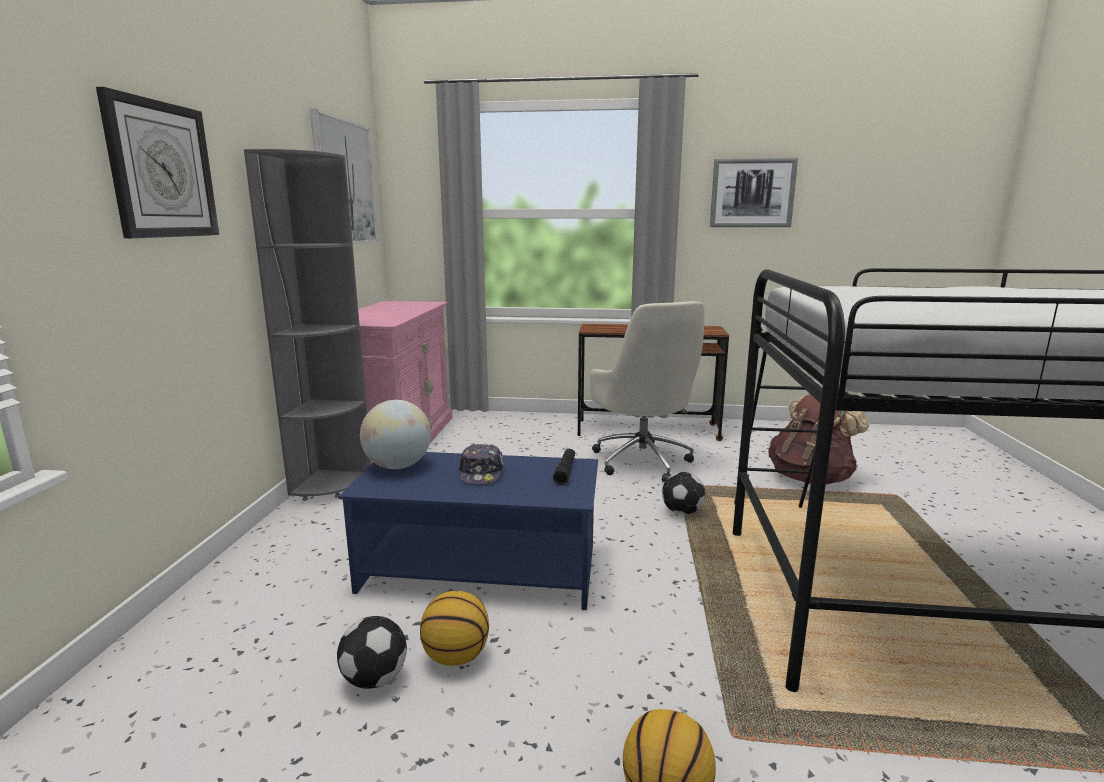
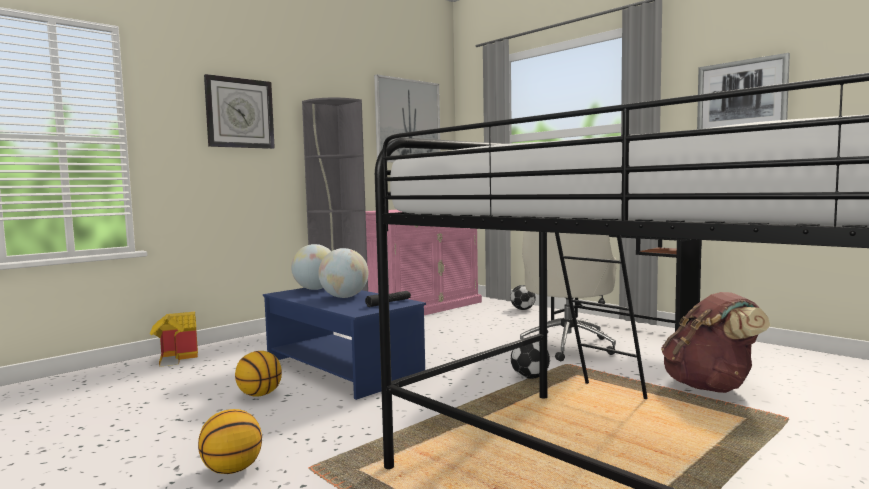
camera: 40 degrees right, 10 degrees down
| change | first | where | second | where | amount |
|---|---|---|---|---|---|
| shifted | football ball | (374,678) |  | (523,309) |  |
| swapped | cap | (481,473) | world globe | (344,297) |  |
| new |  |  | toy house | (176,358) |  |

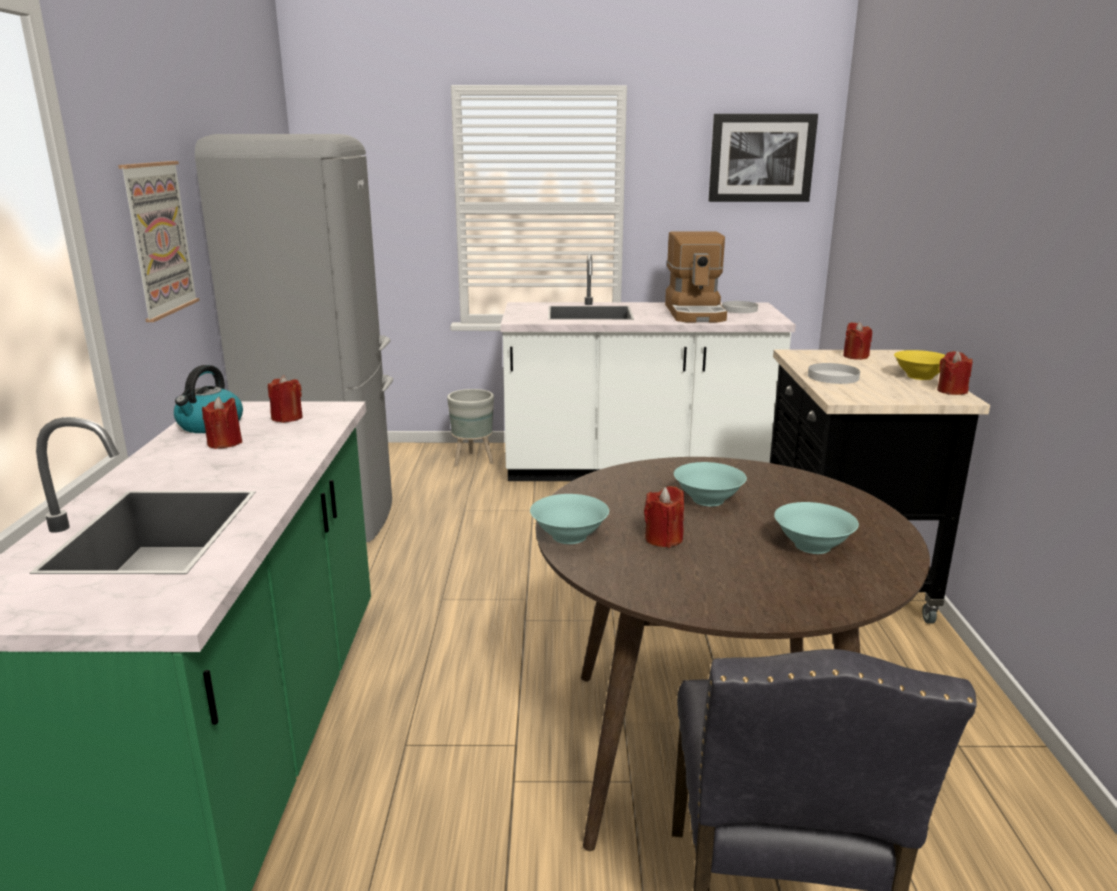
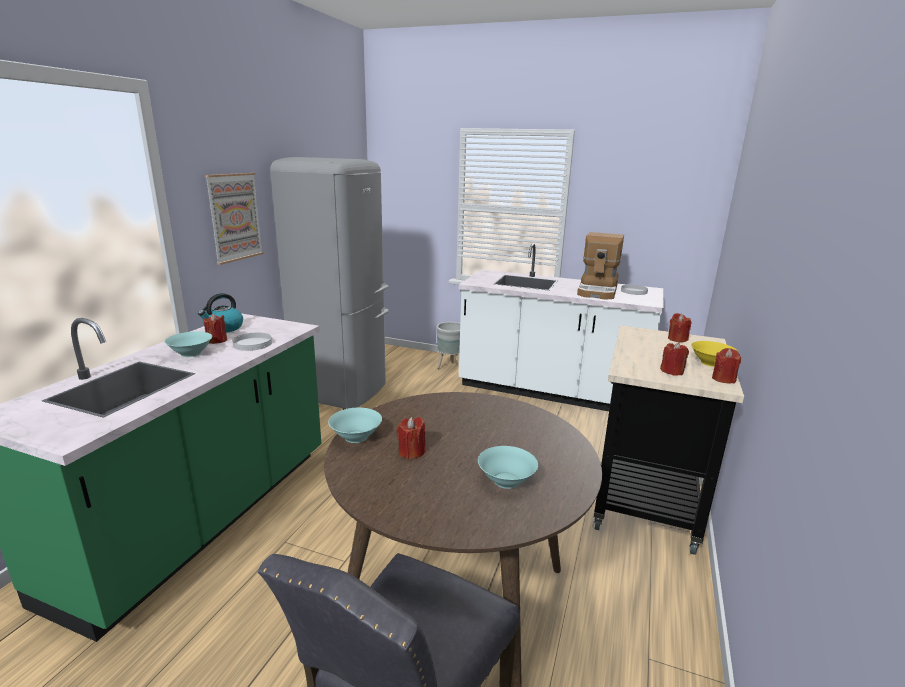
camera: 20 degrees right, 0 degrees up
| change | first | where | second | where | amount |
|---|---|---|---|---|---|
| shifted | wax light (reddish) | (287,418) |  | (672,371) |  |
| shifted | bowl (turquoise) | (708,499) |  | (191,353) |  |
| gone | wall picture | (761,158) |  |  |  |
| shifted | dinner plate (white) | (833,377) |  | (252,344) |  |

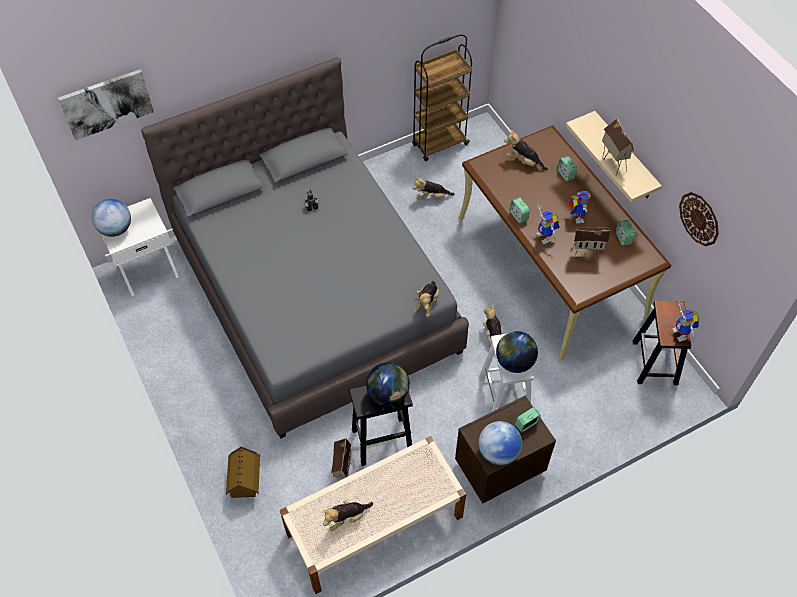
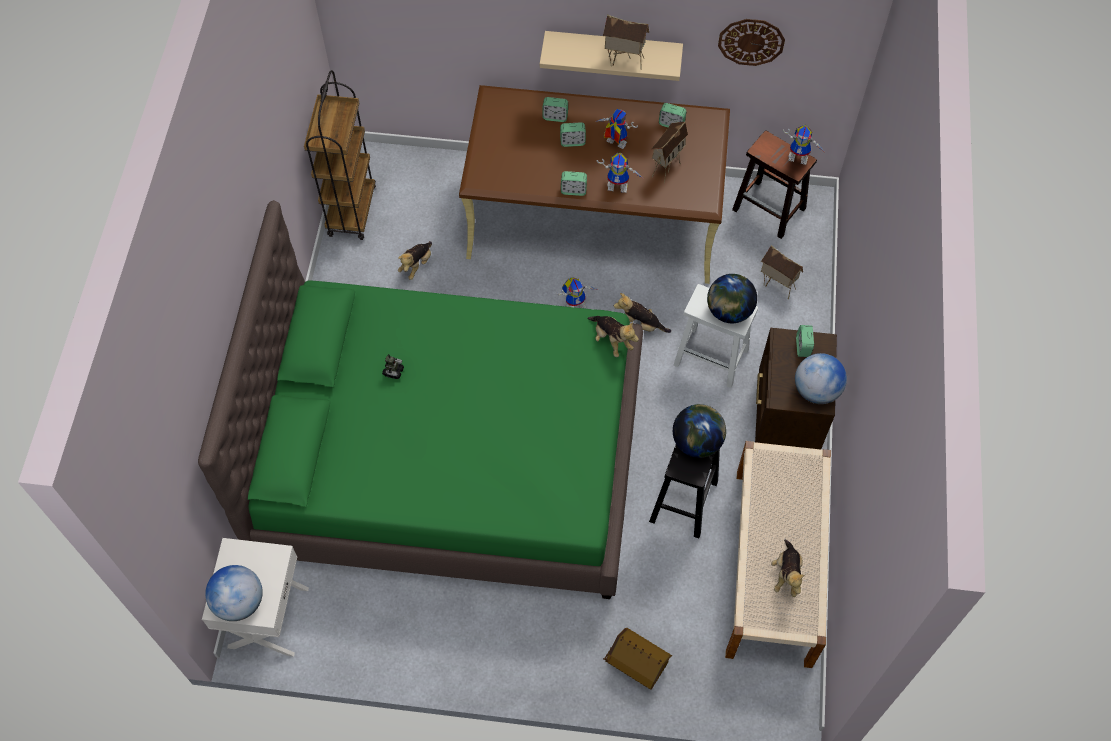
camera: 55 degrees left, 5 degrees up
| change | first | where | second | where | amount |
|---|---|---|---|---|---|
| gone | wall picture | (106,103) |  |  |  |
| repainted | bed (greyish) | (315,293) | bed (green-coloured) | (450,456) |  |
| shifted | toy house | (342,473) |  | (776,286) |  |
| gone | plush toy | (524,161) |  |  |  |
| new |  |  | model robot | (576,304) |  |
| new |  |  | alarm clock | (572,141) |  |

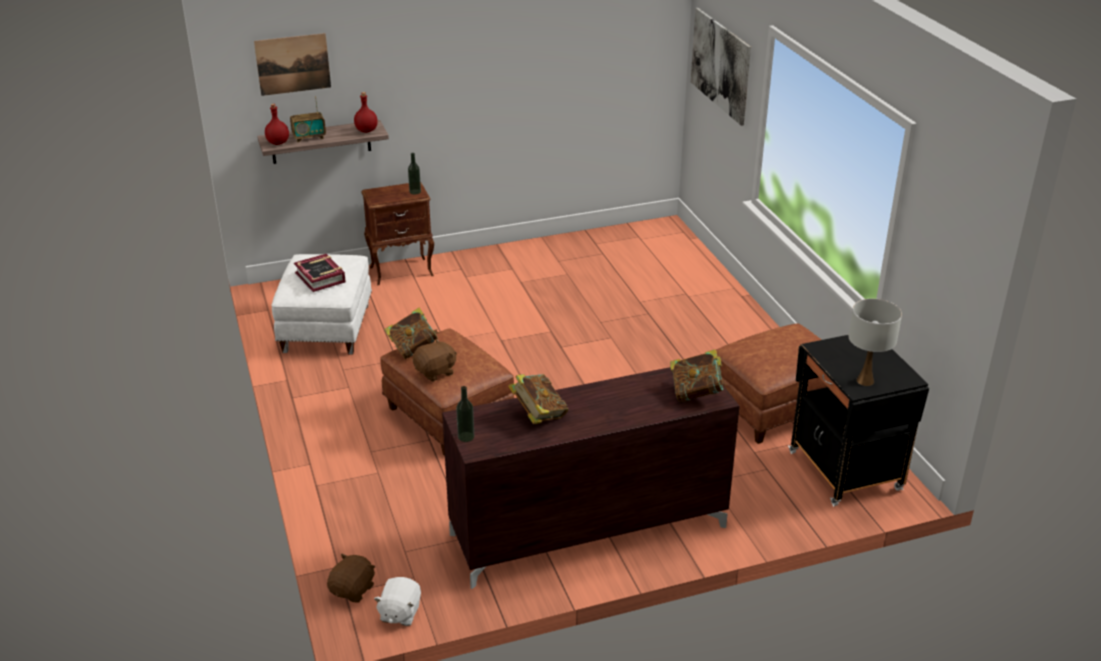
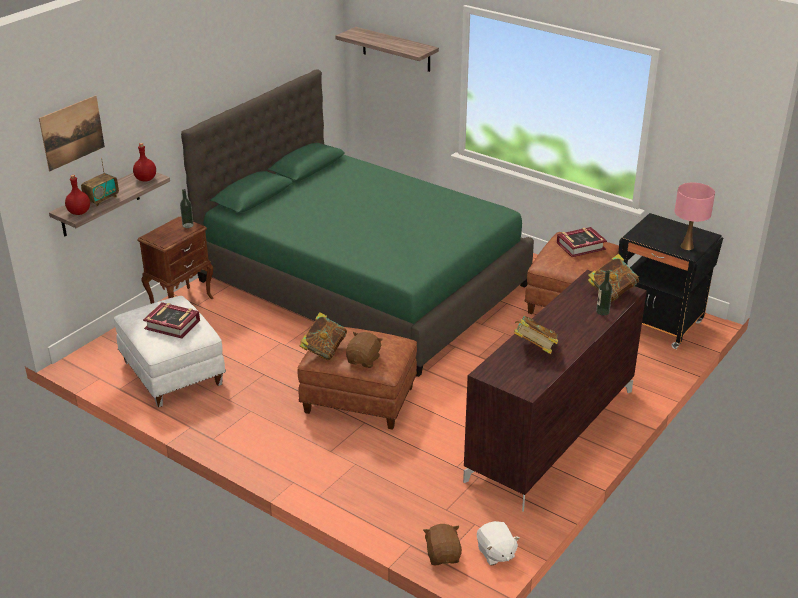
camera: 35 degrees left, 0 degrees up
| change | first | where | second | where | amount |
|---|---|---|---|---|---|
| shifted | drink bottle | (466,436) |  | (602,312) |  |
| swapped | wall picture | (720,65) | bracket shelf | (396,49) |  |
| repainted | table lamp (white) | (865,380) | table lamp (pink) | (687,246) |  |
| new |  |  | bed (green-coloured) | (362,282) |  |
| new |  |  | bound book | (580,246) |  |

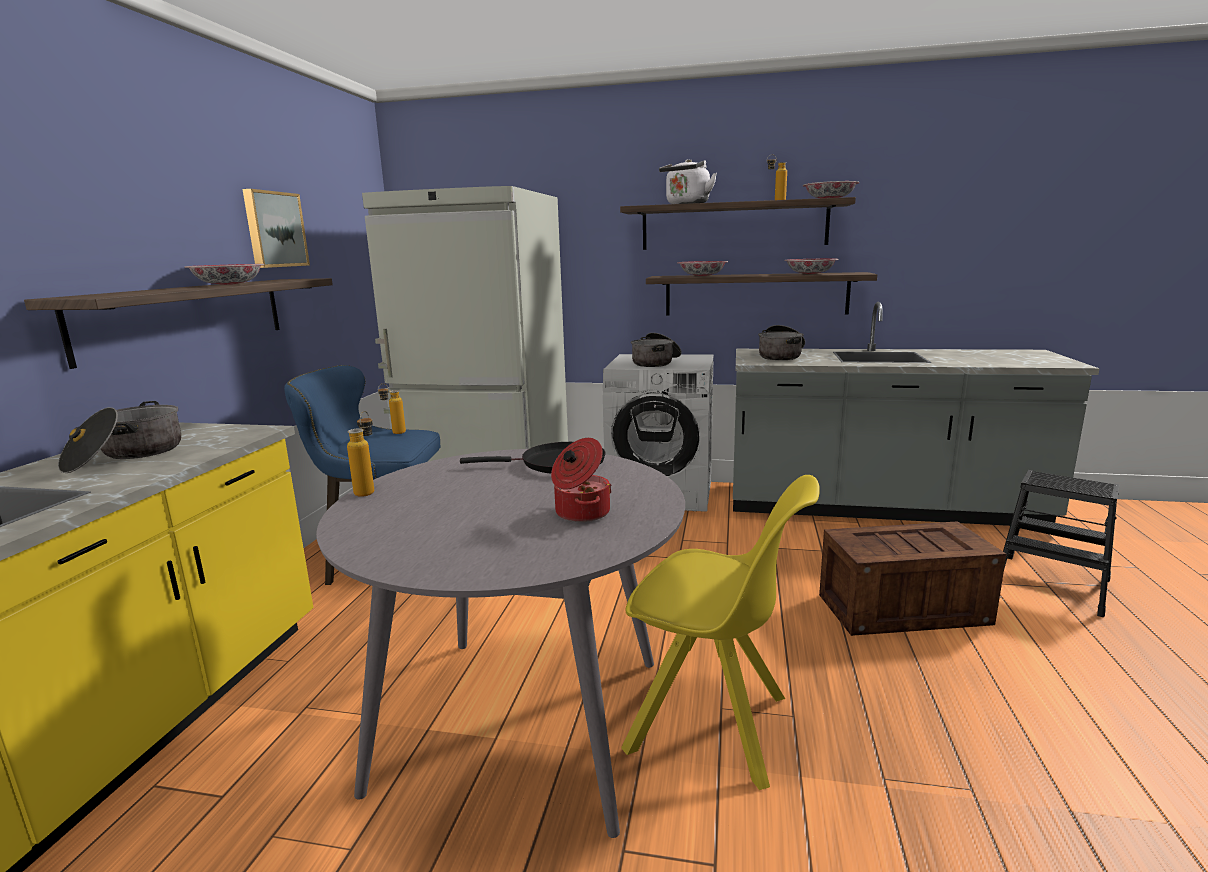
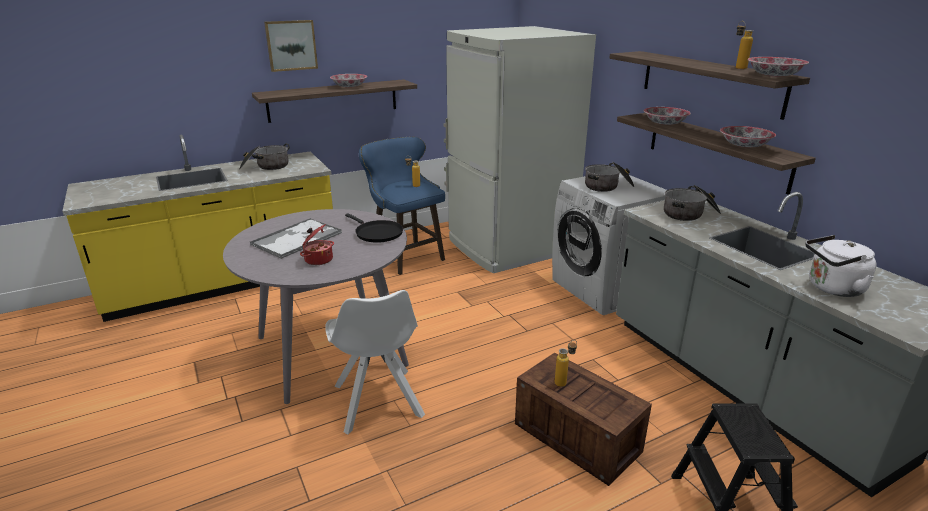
camera: 50 degrees right, 10 degrees up
| change | first | where | second | where | amount |
|---|---|---|---|---|---|
| shifted | wall picture | (274,229) |  | (291,45) |  |
| shifted | drink bottle | (368,490) |  | (564,382) |  |
| repainted | plain chair (yellow-coloured) | (711,724) | plain chair (white) | (378,402) |  |
| shifted | water kettle (white) | (686,204) |  | (832,288) |  |
| new |  |  | tray | (298,238) |  |

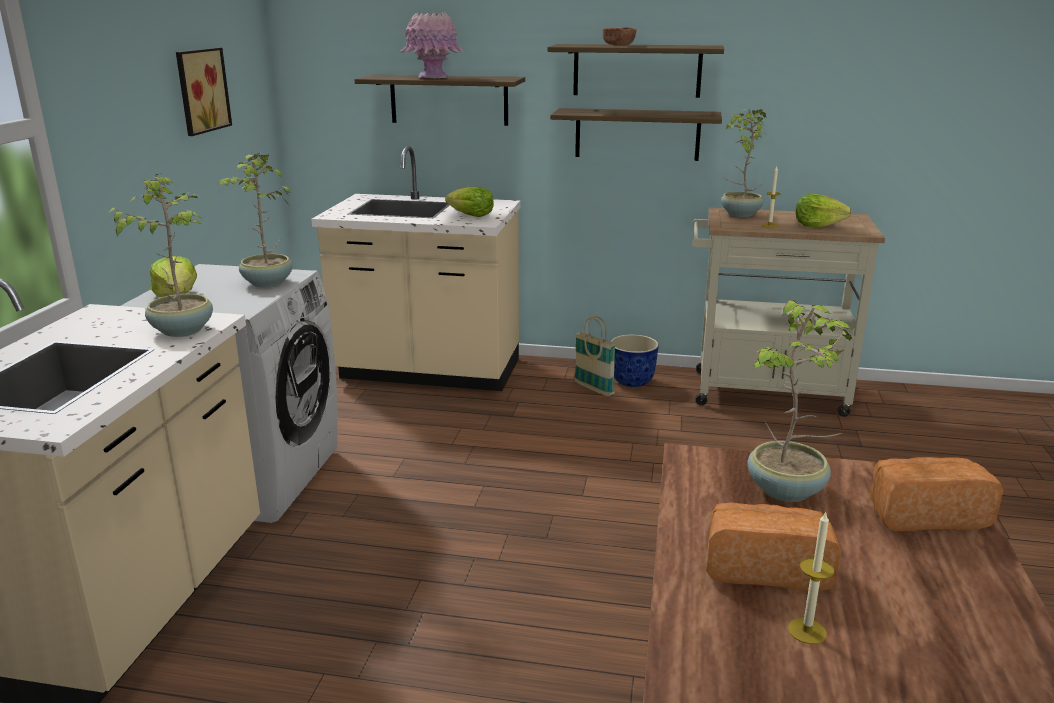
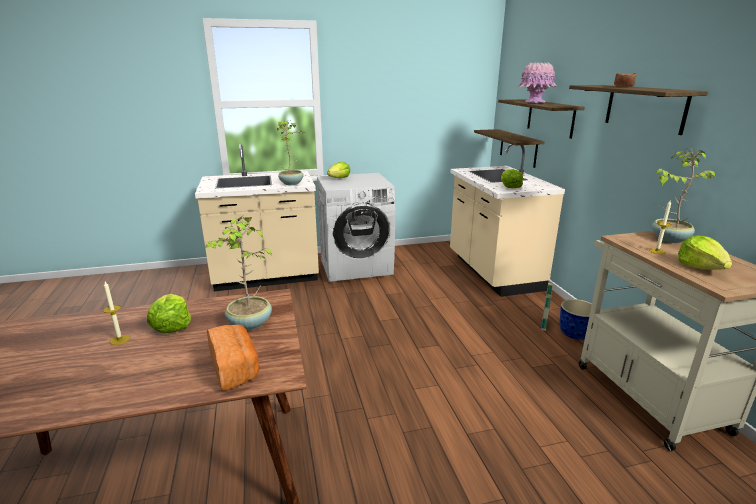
camera: 65 degrees right, 0 degrees up
| change | first | where | second | where | amount |
|---|---|---|---|---|---|
| gone | wall picture | (200,90) |  |  |  |
| gone | potted plant | (267,283) |  |  |  |
| shifted | bracket shelf | (637,134) |  | (518,147) |  |
| swapped | bakery bread | (765,567) | lettuce head | (171,325) |  |

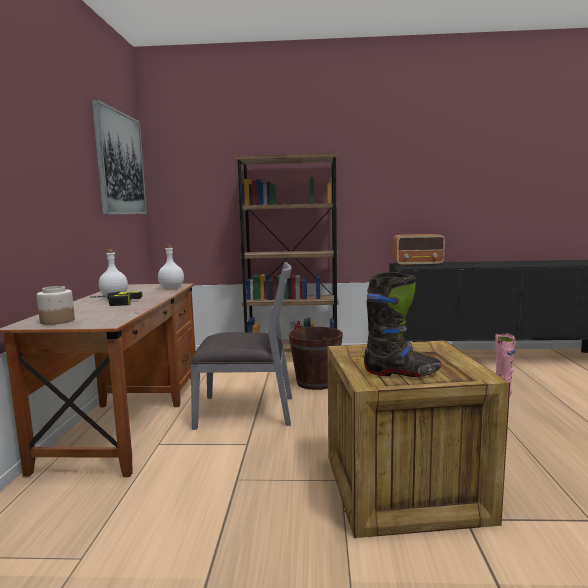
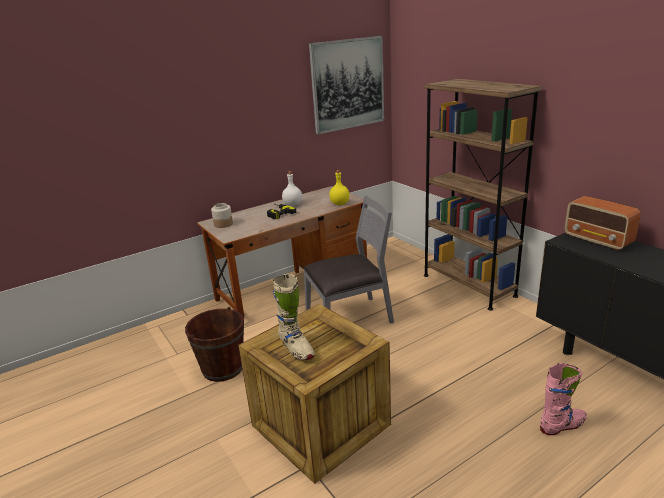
camera: 55 degrees right, 15 degrees up
| change | first | where | second | where | amount |
|---|---|---|---|---|---|
| repainted | drink bottle (white) | (171,288) | drink bottle (yellow-coloured) | (340,203) |  |
| rotated | plain chair (greyish) | (246,411) |  | (350,318) | 75 degrees counterclockwise |
| shifted | pail (brown) | (316,382) |  | (223,368) |  |
| repainted | boot (blackish) | (402,373) | boot (beige) | (296,349) |  |

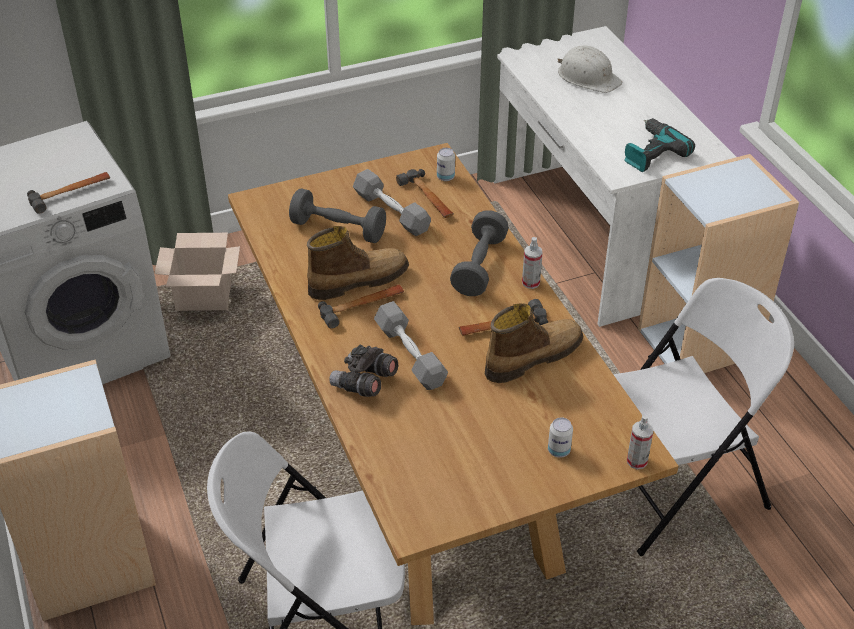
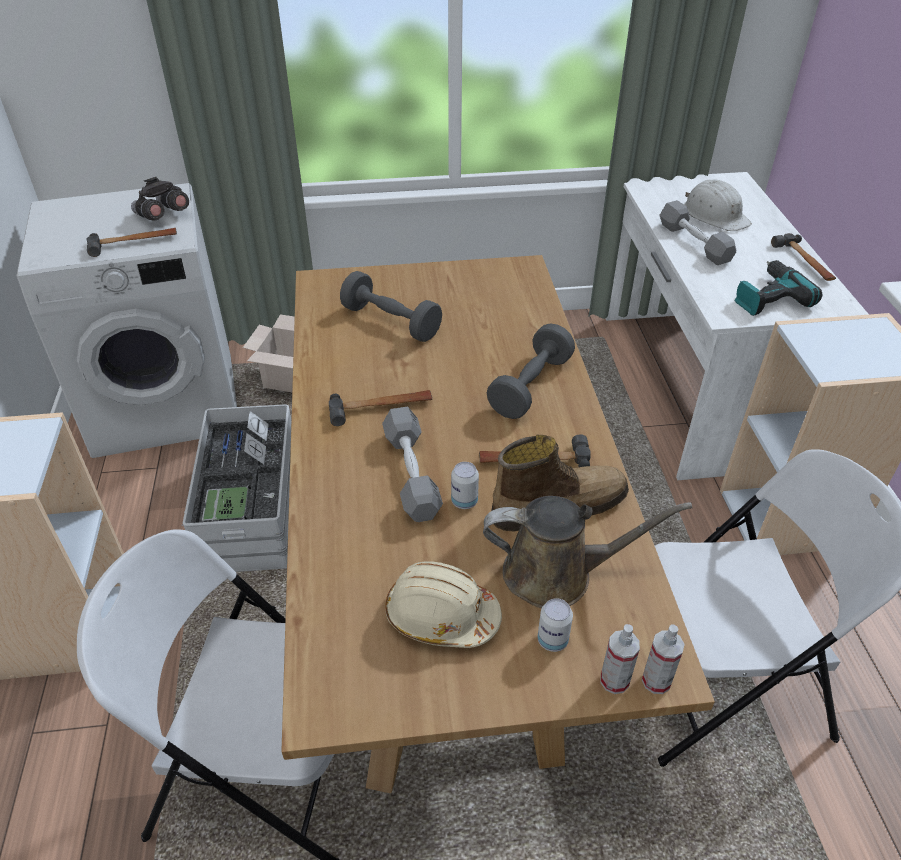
camera: 15 degrees right, 0 degrees up
| change | first | where | second | where | amount |
|---|---|---|---|---|---|
| gone | boot | (357,280) |  |  |  |
| shifted | binoculars (greyish) | (364,383) |  | (162,216) |  |
| shifted | dumbbell (greyish) | (391,212) |  | (694,243) |  |
| shifted | tool hammer | (427,199) |  | (804,262) |  |
| shifted | sealed can | (445,177) |  | (464,501) |  |
| shifted | hand sprayer | (530,282) |  | (614,680) |  |
| new |  |  | storage bin (greyish) | (250,509) |  |
| new |  |  | hard hat (beige) | (441,616) |  |
| new |  |  | watering pot (brown) | (556,574) |  |

